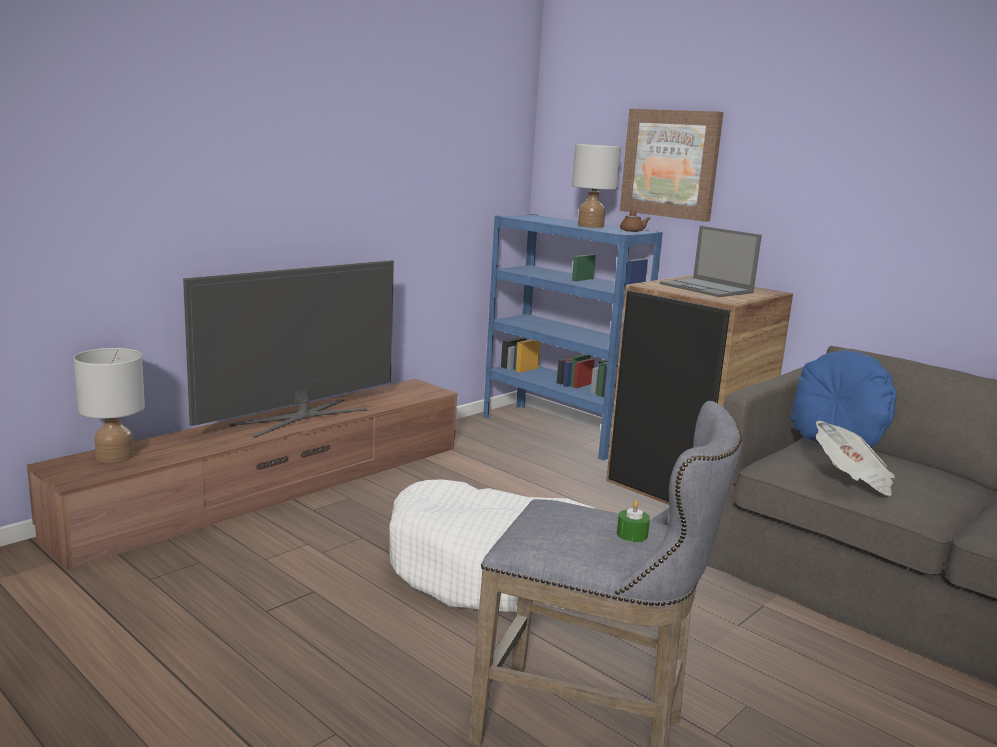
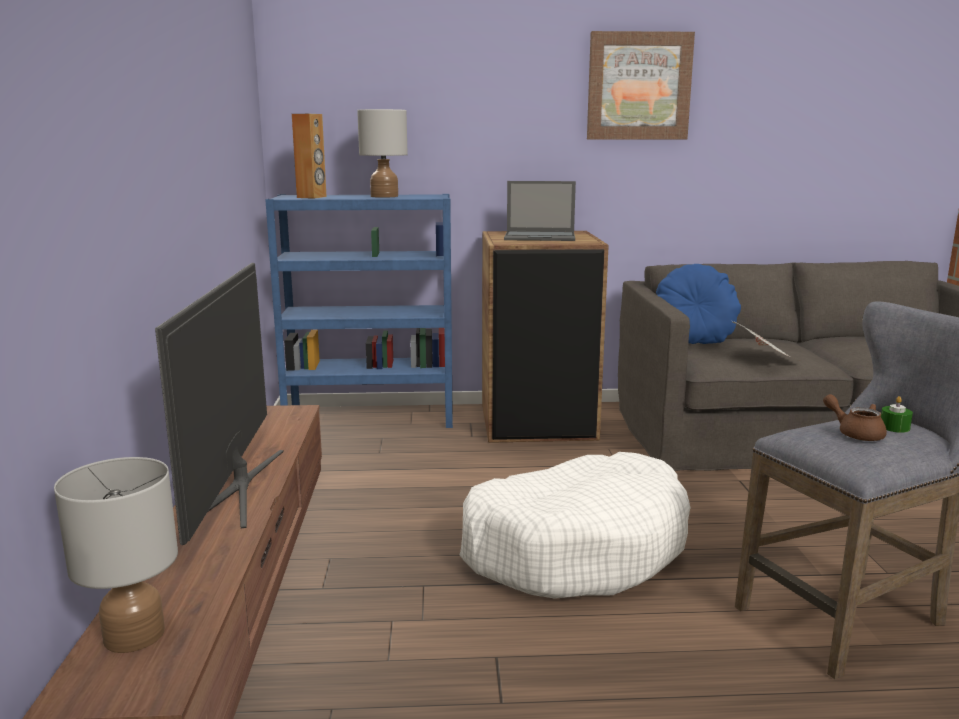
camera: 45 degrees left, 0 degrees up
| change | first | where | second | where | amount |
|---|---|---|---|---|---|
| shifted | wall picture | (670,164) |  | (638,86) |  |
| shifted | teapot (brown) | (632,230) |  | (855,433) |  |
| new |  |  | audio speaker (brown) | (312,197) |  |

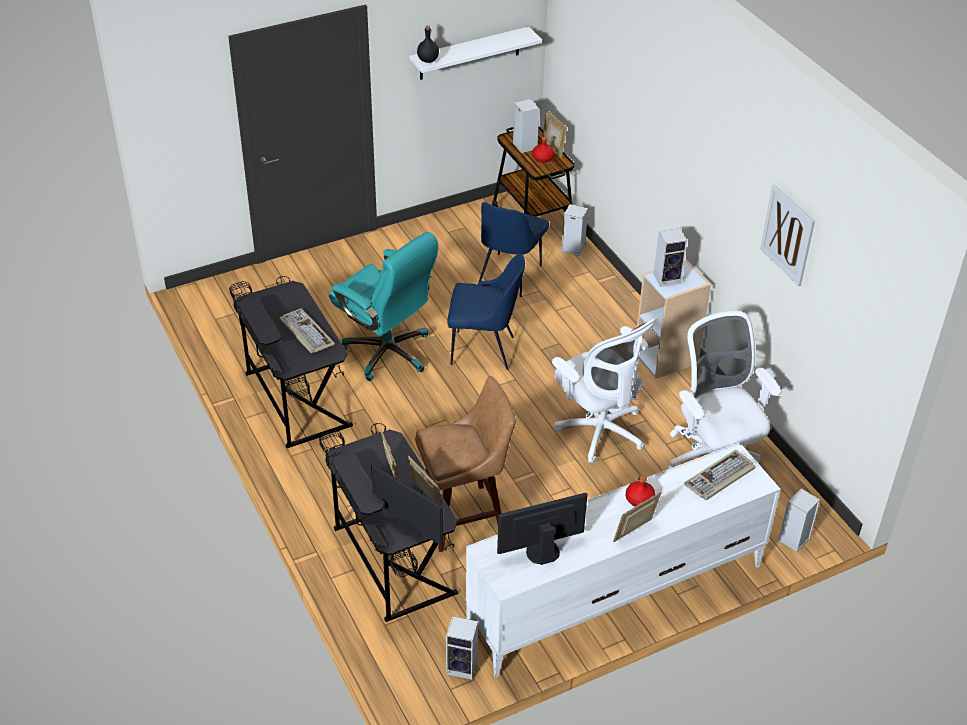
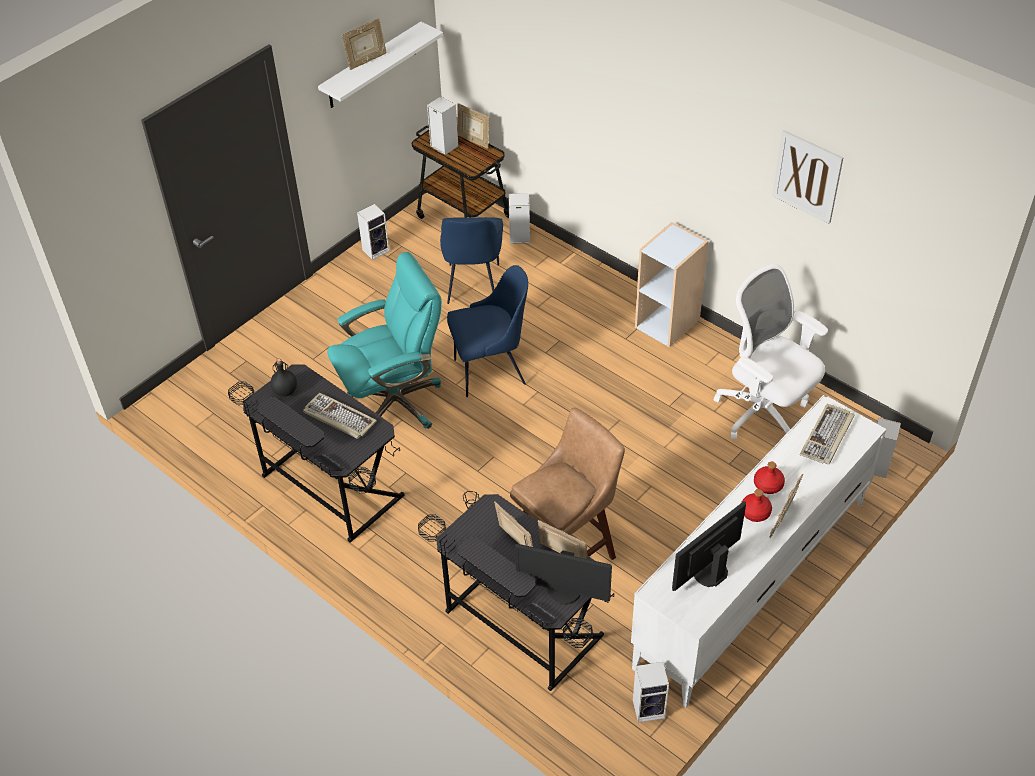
camera: 20 degrees left, 5 degrees up
| change | first | where | second | where | amount |
|---|---|---|---|---|---|
| rotated | computer chair (turquoise) | (386,351) |  | (394,403) | 45 degrees counterclockwise |
| shifted | drink bottle (blackish) | (428,60) |  | (285,391) |  |
| shifted | drink bottle (reddish) | (542,158) |  | (755,512) |  |
| gone | computer chair (white) | (596,428) |  |  |  |
| shifted | audio speaker | (668,278) |  | (376,250) |  |
| new |  |  | photo frame | (366,61) |  |

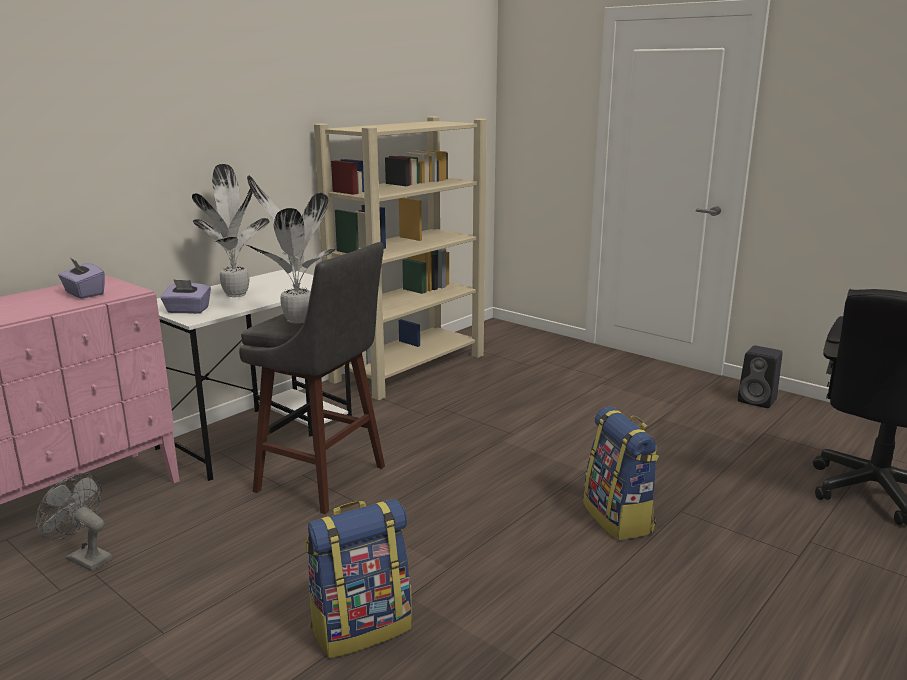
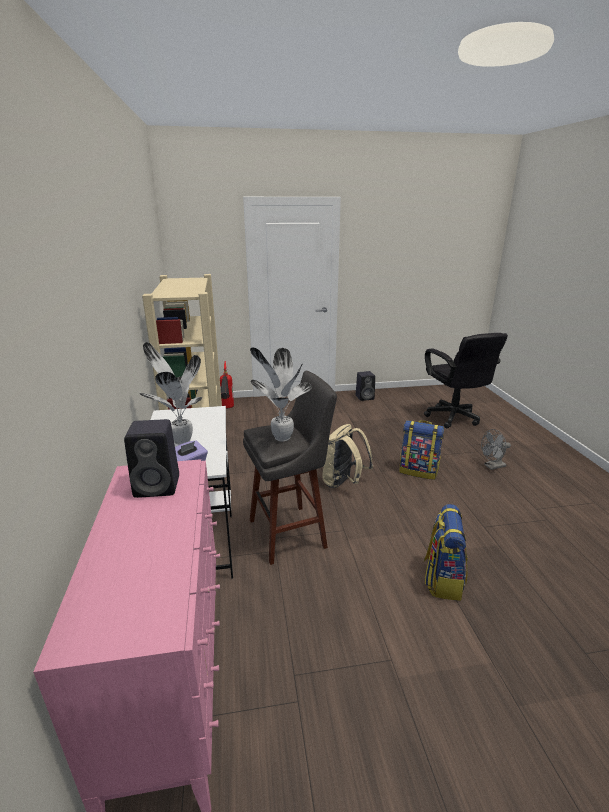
camera: 50 degrees left, 5 degrees up
| change | first | where | second | where | amount |
|---|---|---|---|---|---|
| shifted | electric fan (greyish) | (84,558) |  | (492,466) |  |
| swapped | box of tissues (purple-coloured) | (84,293) | audio speaker (blackish) | (159,486) |  |
| new |  |  | fire-fighting cylinder | (227,410) |  |
| new |  |  | backpack (beige) | (343,483) |  |

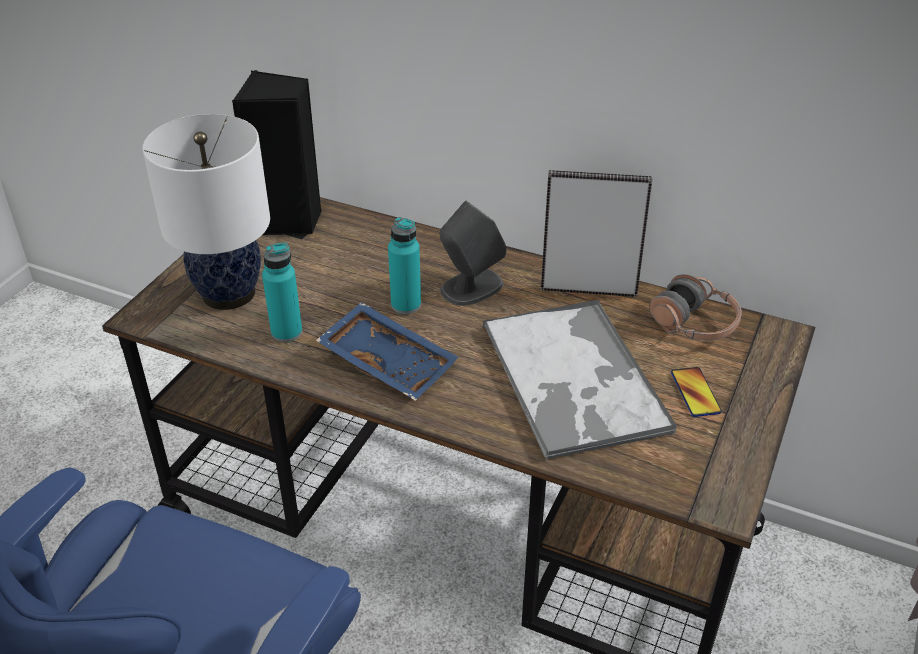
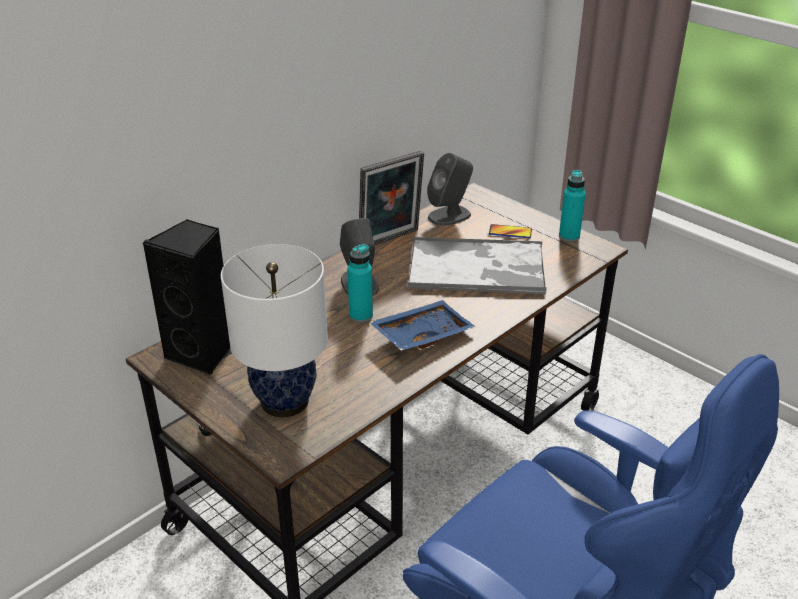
camera: 70 degrees left, 5 degrees down
| change | first | where | second | where | amount |
|---|---|---|---|---|---|
| shifted | drink bottle (turquoise) | (286,332) |  | (569,236) |  |
| rotated | photo frame | (588,287) |  | (390,240) | 150 degrees counterclockwise |
| swapped | headset | (694,324) | audio speaker (greyish) | (449,215) |  |

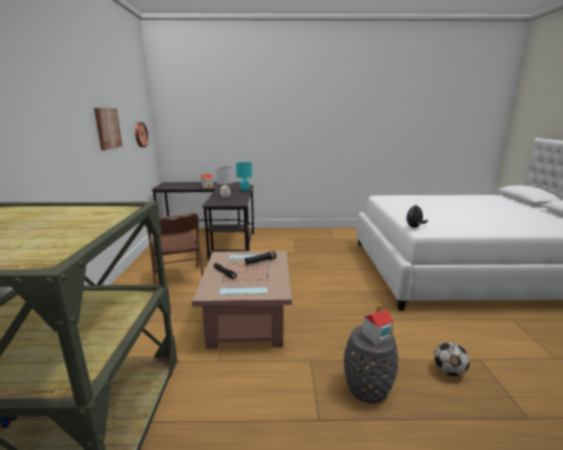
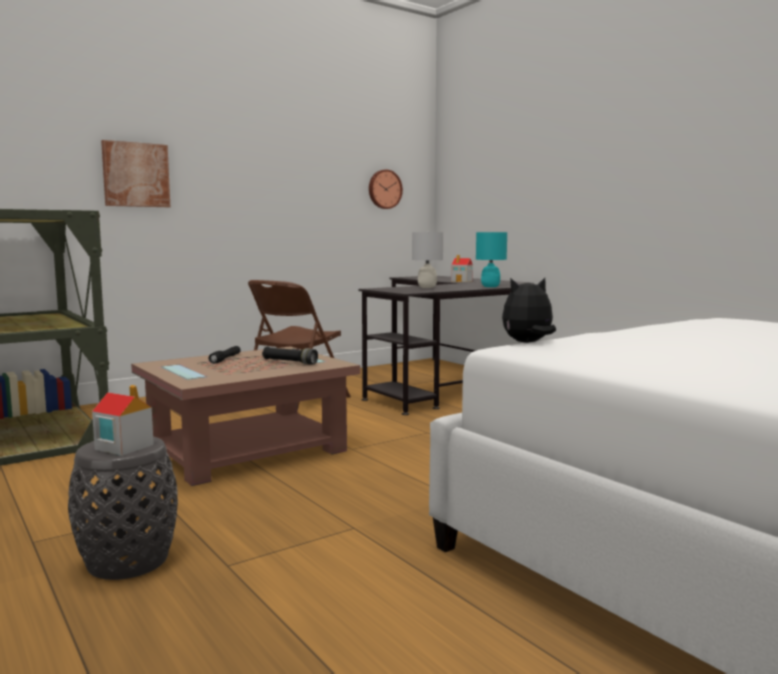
camera: 55 degrees right, 10 degrees down
| change | first | where | second | where | amount |
|---|---|---|---|---|---|
| shifted | wall picture | (107,128) |  | (136,175) |  |
| gone | football ball | (448,371) |  |  |  |

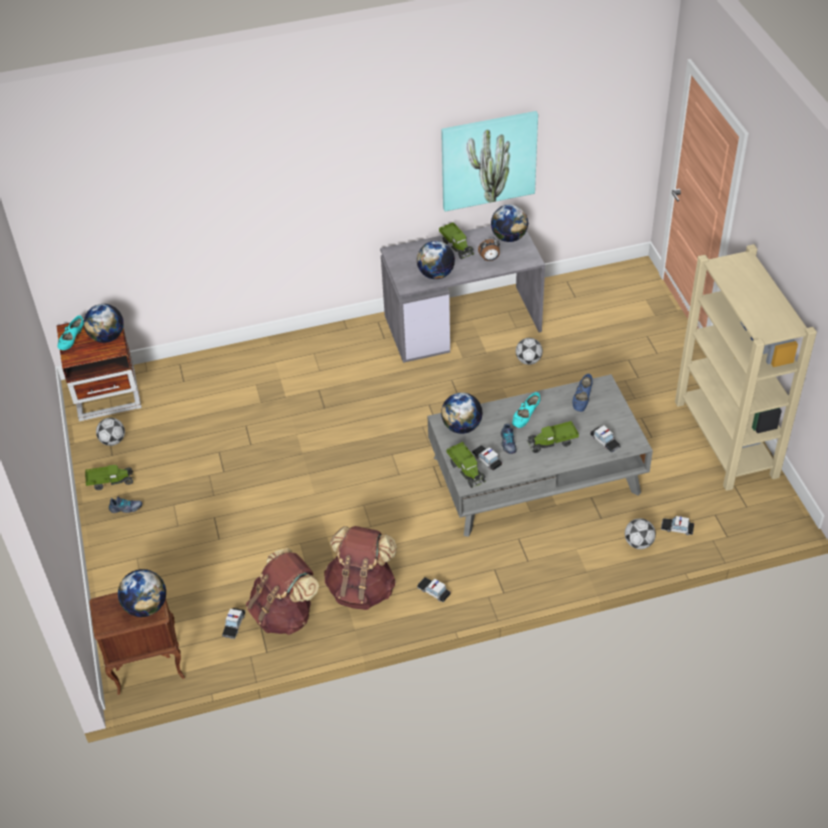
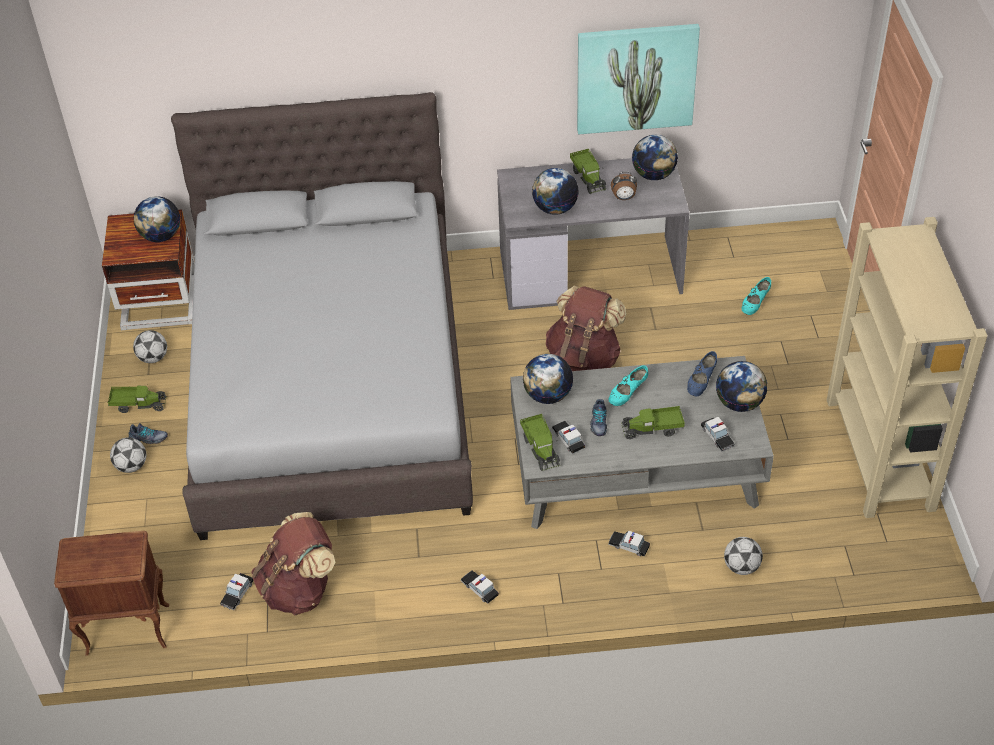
camera: 10 degrees right, 0 degrees up
| change | first | where | second | where | amount |
|---|---|---|---|---|---|
| shifted | item of footwear (turquoise) | (72,340) |  | (755,304) |  |
| shifted | world globe | (146,607) |  | (739,403) |  |
| shifted | backpack (brown) | (362,589) |  | (584,358) |  |
| shifted | football ball | (528,360) |  | (132,466) |  |
| shifted | model car | (677,528) |  | (628,546) |  |
| new |  |  | bed (greyish) | (332,385) |  |

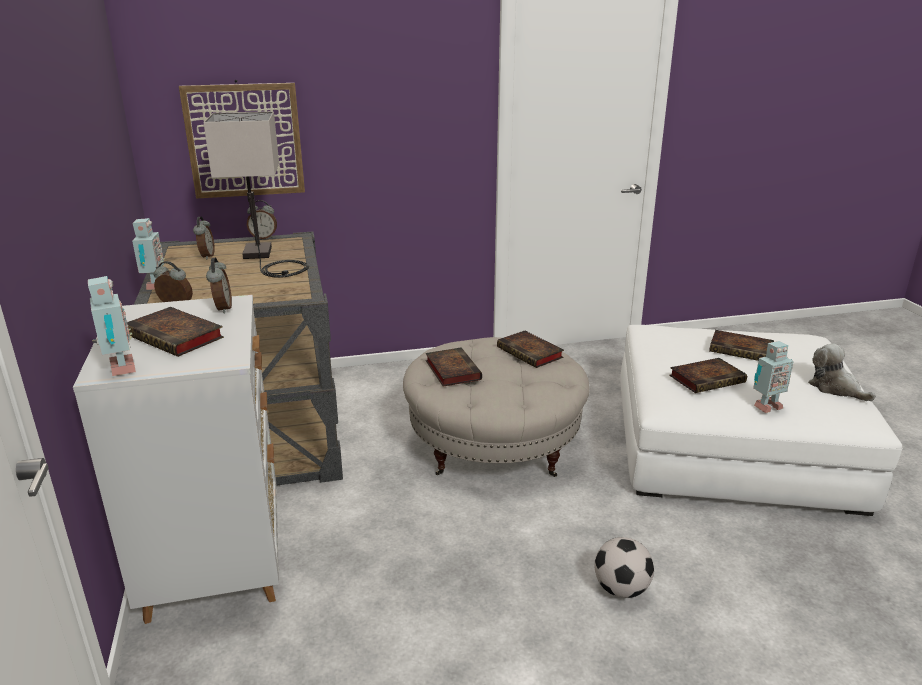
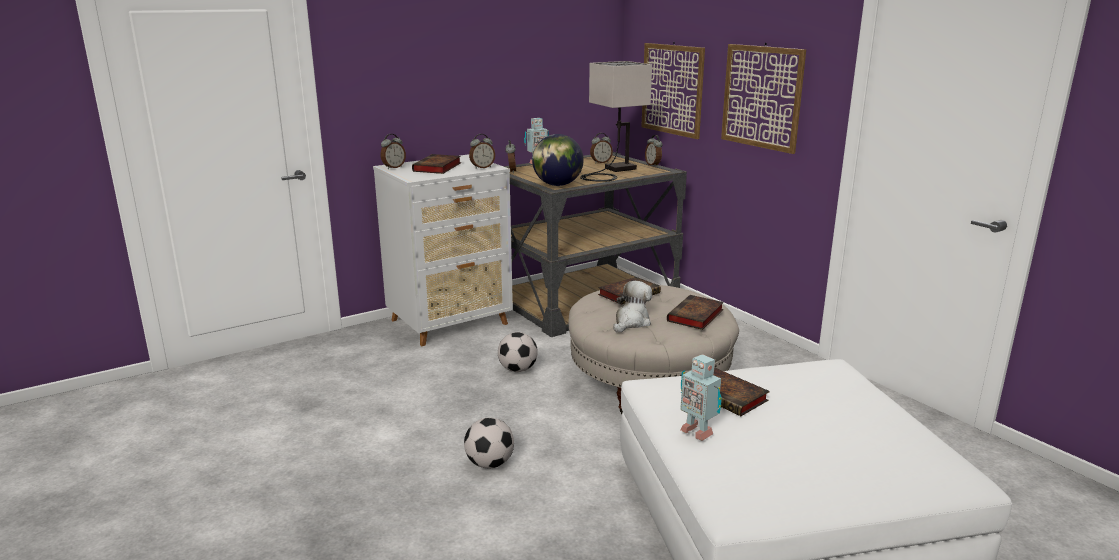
camera: 70 degrees right, 5 degrees down
| change | first | where | second | where | amount |
|---|---|---|---|---|---|
| swapped | model robot | (119,369) | alarm clock | (393,167) |  |
| gone | bound book | (742,350) |  |  |  |
| shifted | plush toy | (835,388) |  | (631,322) |  |
| new |  |  | football ball | (518,370) |  |
| new |  |  | world globe | (557,185) |  |
| new |  |  | wall picture | (762,95) |  |

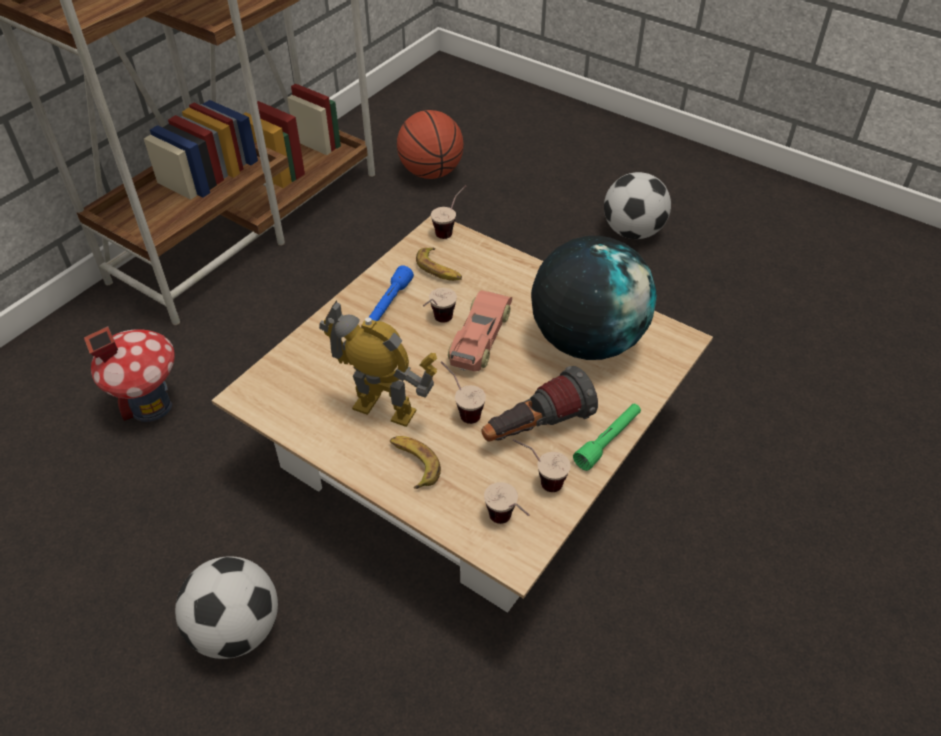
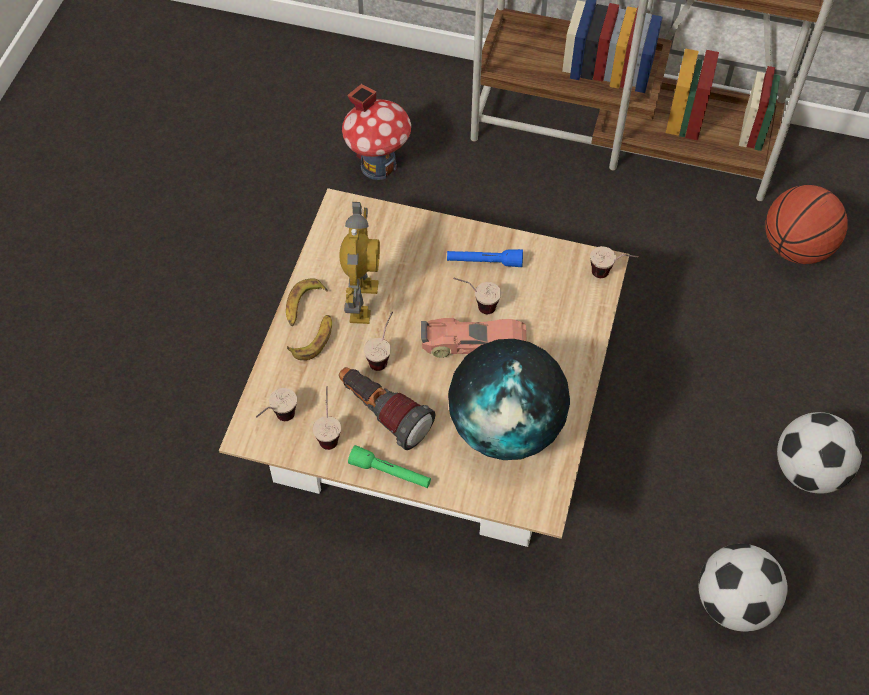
camera: 70 degrees right, 10 degrees up
| change | first | where | second | where | amount |
|---|---|---|---|---|---|
| shifted | football ball | (236,629) |  | (733,603) |  |
| shifted | whole banana | (439,269) |  | (303,305) |  |

